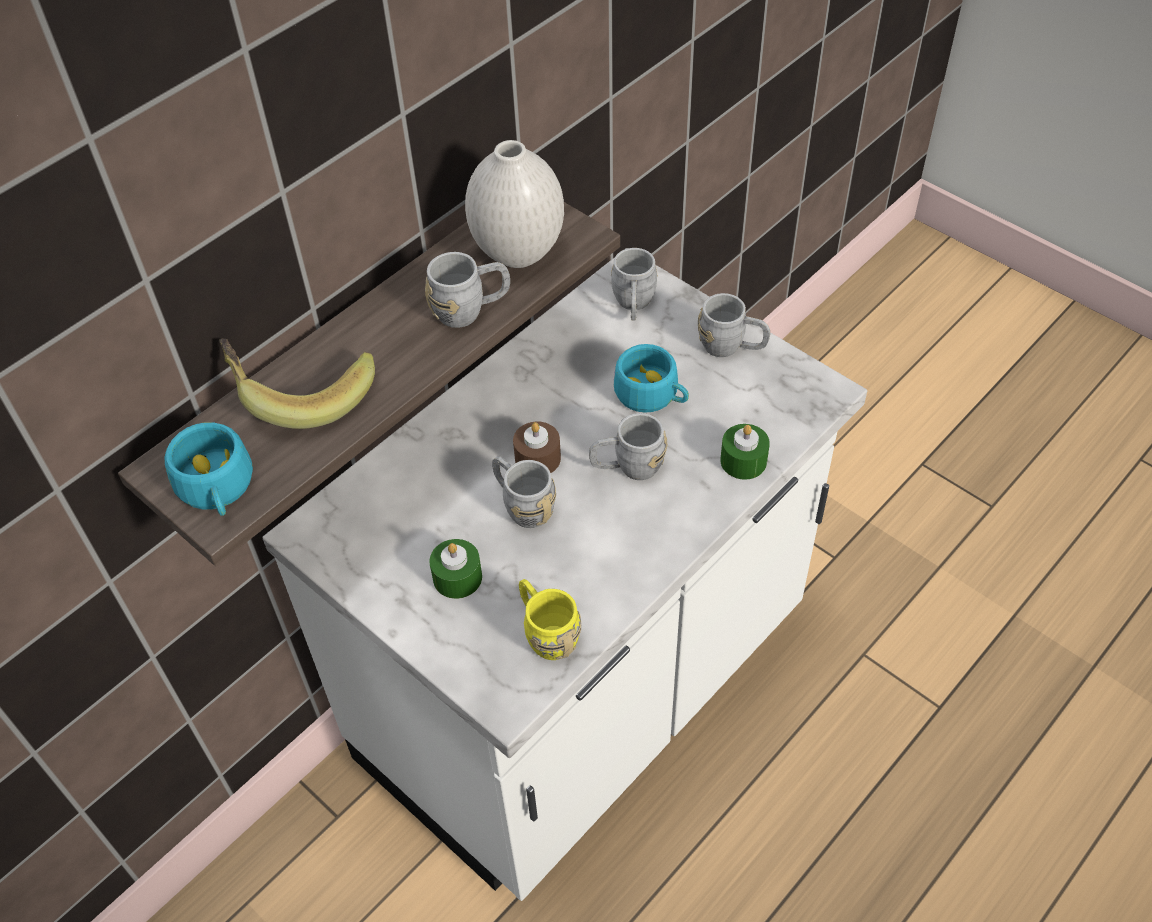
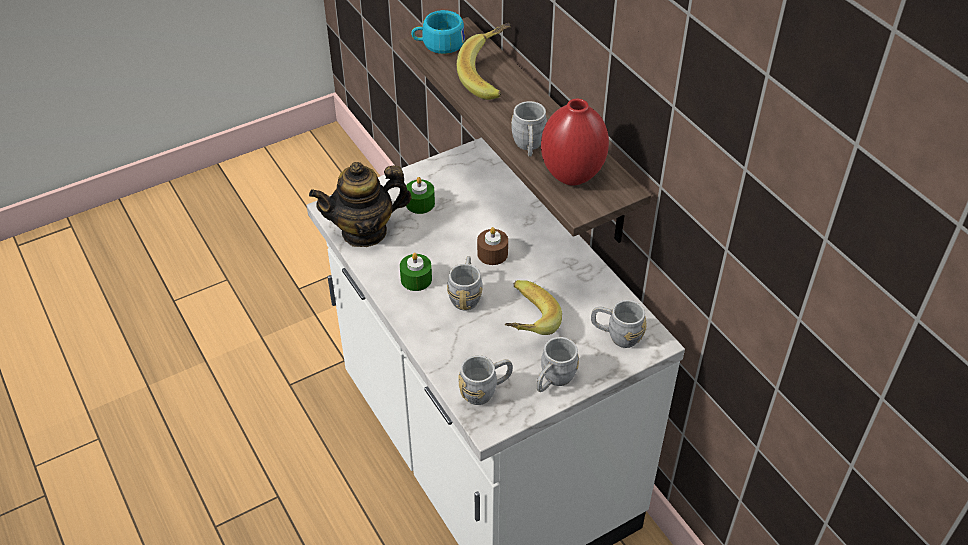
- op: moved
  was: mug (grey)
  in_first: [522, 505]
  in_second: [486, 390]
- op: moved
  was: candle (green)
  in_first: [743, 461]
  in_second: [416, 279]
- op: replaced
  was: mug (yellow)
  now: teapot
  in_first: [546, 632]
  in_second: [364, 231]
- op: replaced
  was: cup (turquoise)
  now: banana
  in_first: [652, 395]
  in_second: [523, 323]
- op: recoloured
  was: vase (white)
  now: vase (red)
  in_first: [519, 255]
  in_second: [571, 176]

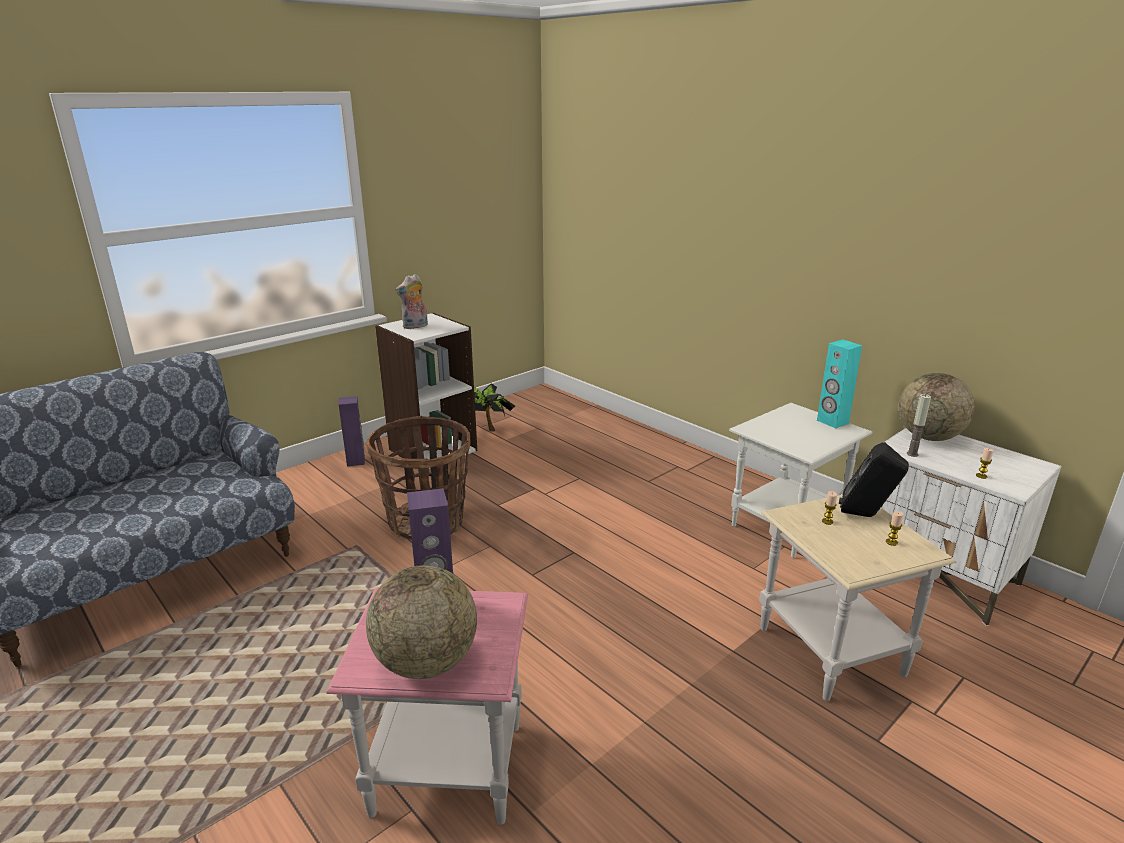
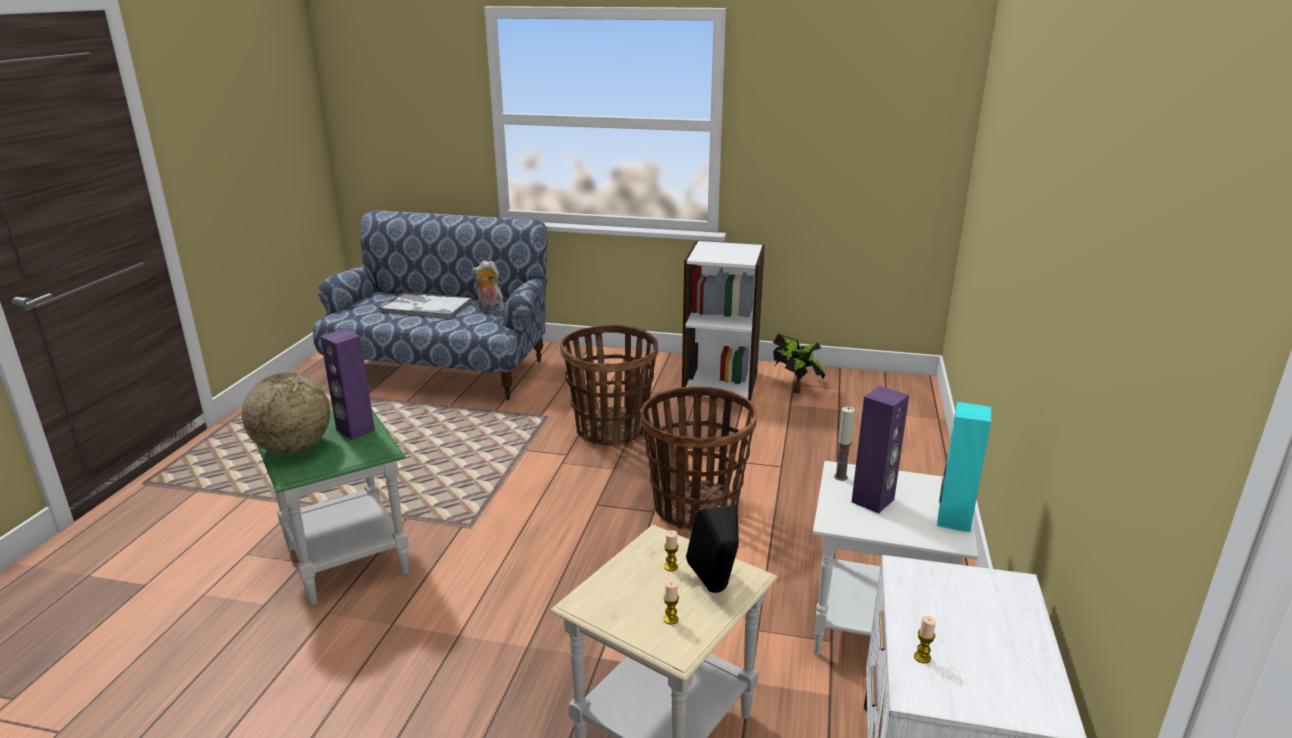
- op: removed
  was: globe
  in_first: [929, 437]
- op: added
  now: tray
  in_second: [425, 306]
- op: added
  now: basket
  in_second: [695, 508]
- op: moved
  was: speaker (purple)
  in_first: [356, 461]
  in_second: [873, 501]
- op: moved
  was: plush toy
  in_first: [415, 326]
  in_second: [489, 310]
- op: moved
  was: candle
  in_first: [912, 454]
  in_second: [840, 477]
- op: recoloured
  was: side table (pink)
  now: side table (green)
  in_first: [446, 769]
  in_second: [346, 559]

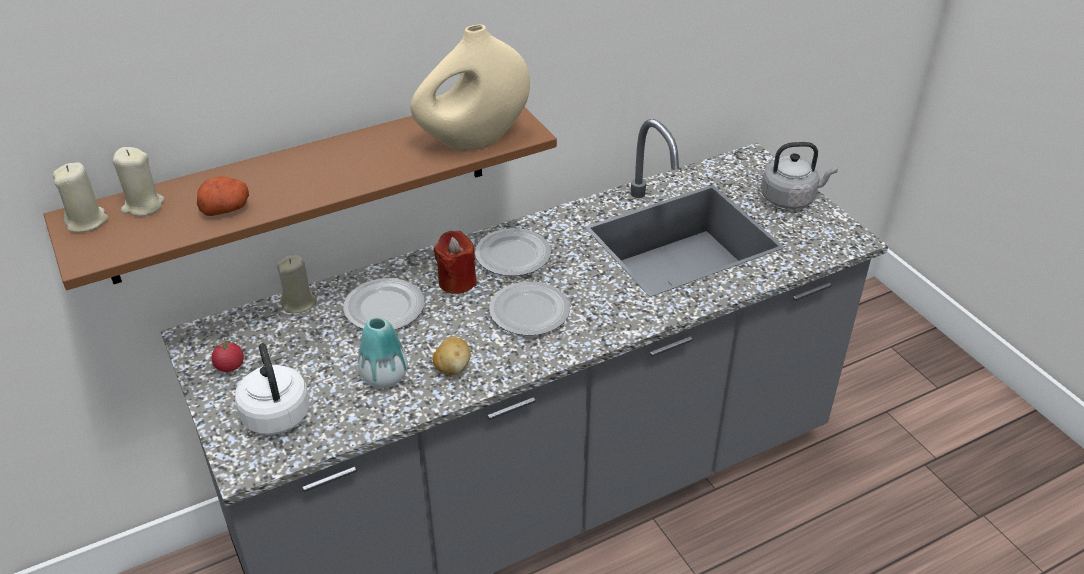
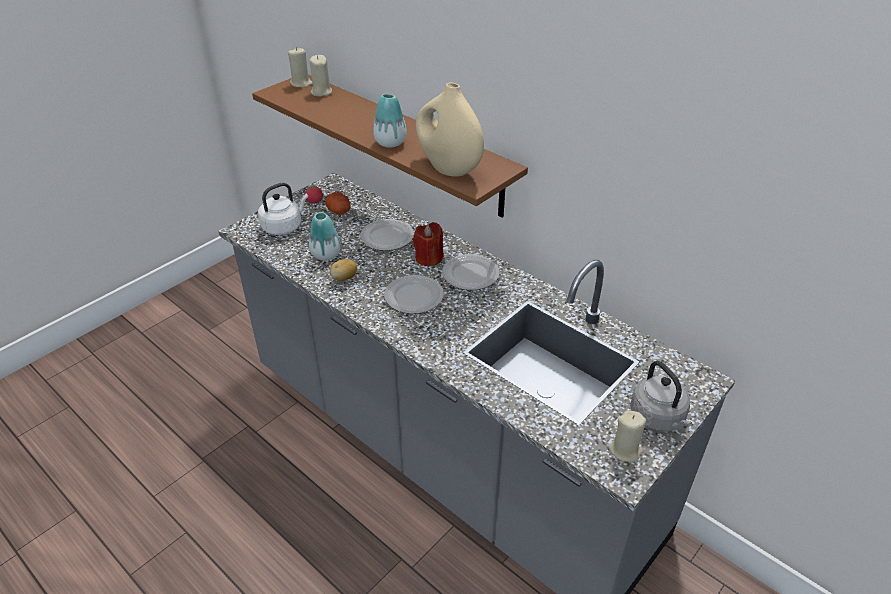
- op: added
  now: vase
  in_second: [390, 143]
- op: moved
  was: potato
  in_first: [226, 208]
  in_second: [339, 211]
- op: moved
  was: candle (beige)
  in_first: [299, 303]
  in_second: [625, 450]

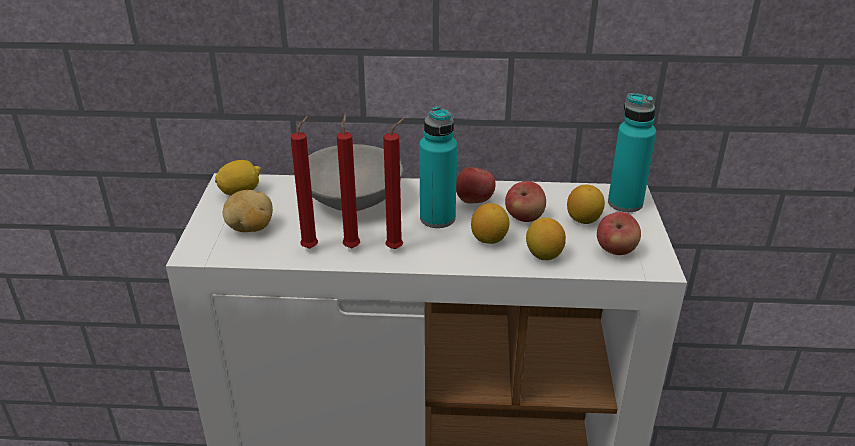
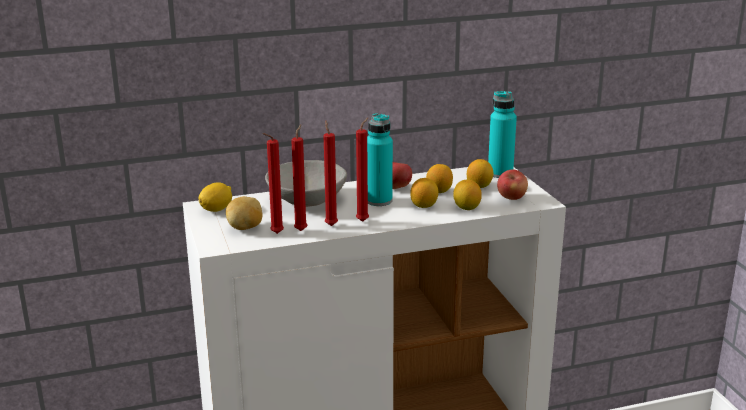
- op: added
  now: candle (red)
  in_second: [275, 234]
- op: replaced
  was: apple
  now: lemon
  in_first: [524, 218]
  in_second: [439, 191]

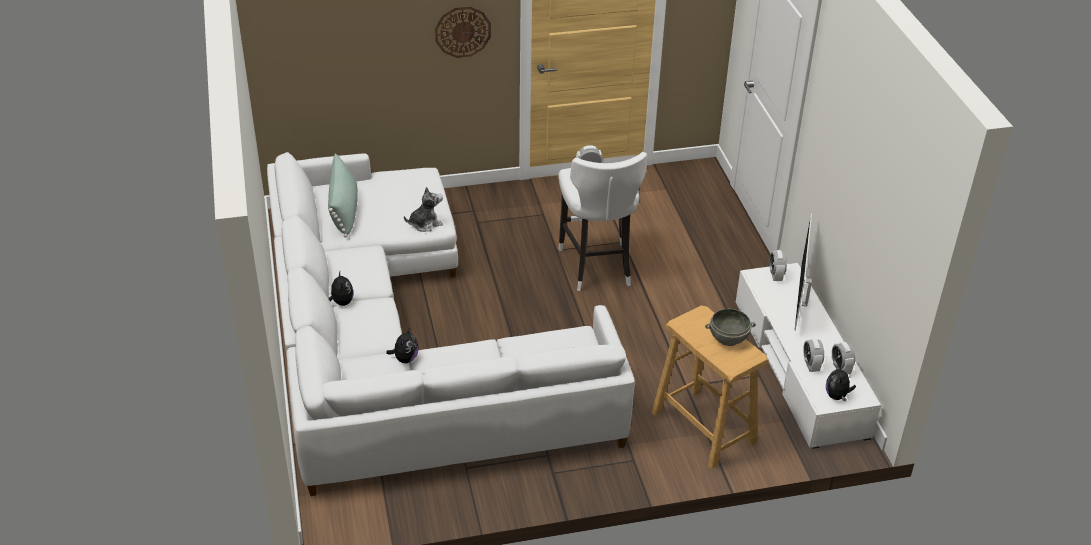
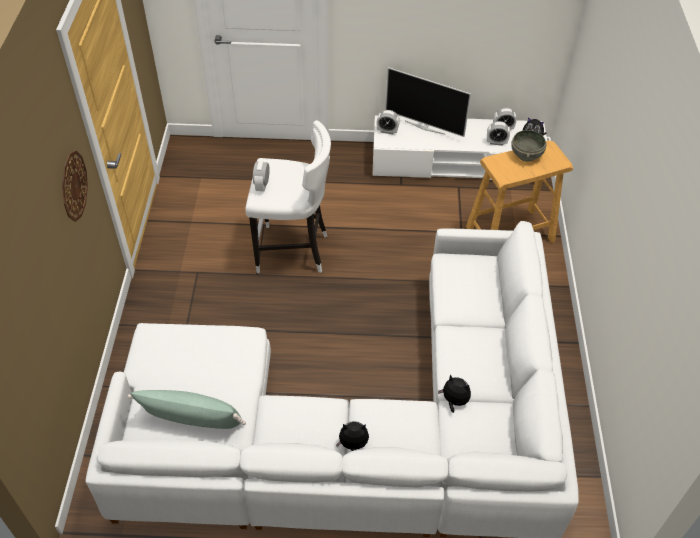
- op: removed
  was: plush toy
  in_first: [425, 224]

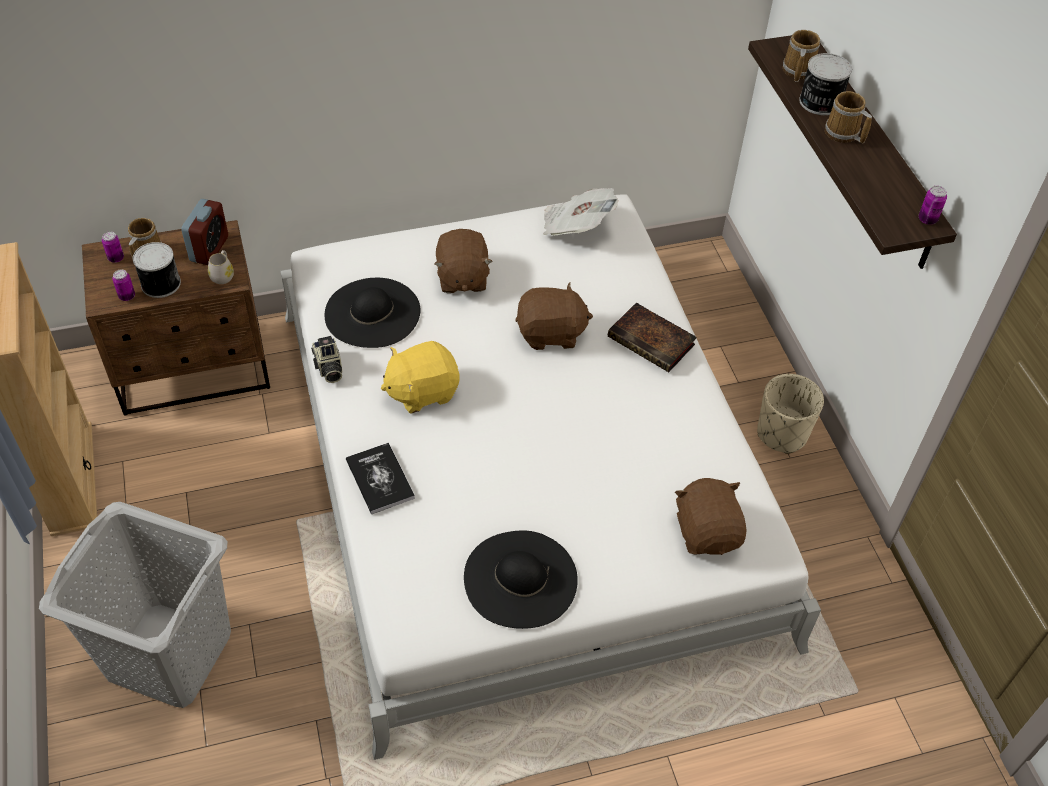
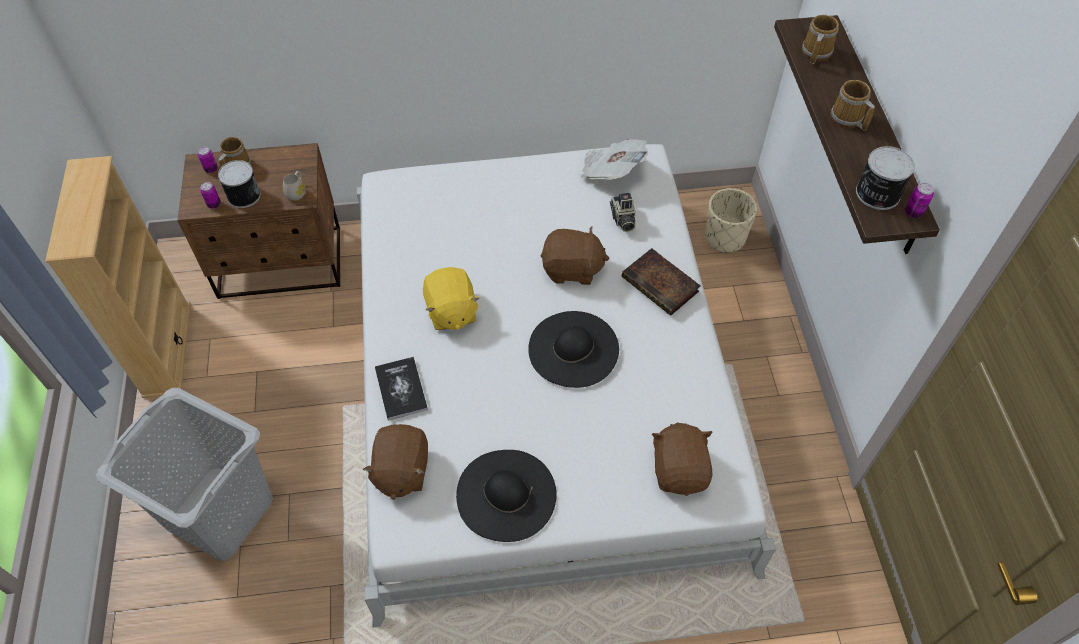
- op: removed
  was: alarm clock
  in_first: [209, 249]
- op: moved
  was: photo camera
  in_first: [328, 368]
  in_second: [622, 219]
- op: moved
  was: hat (black)
  in_first: [372, 313]
  in_second: [573, 349]
- op: moved
  was: plush toy (brown)
  in_first: [462, 278]
  in_second: [401, 471]
- op: moved
  was: planter (beige)
  in_first: [781, 434]
  in_second: [724, 237]
- op: moved
  was: can
  in_first: [819, 102]
  in_second: [877, 194]
- op: turned
  was: plush toy (yellow)
  in_first: [422, 391]
  in_second: [451, 311]
  clockwise: -90

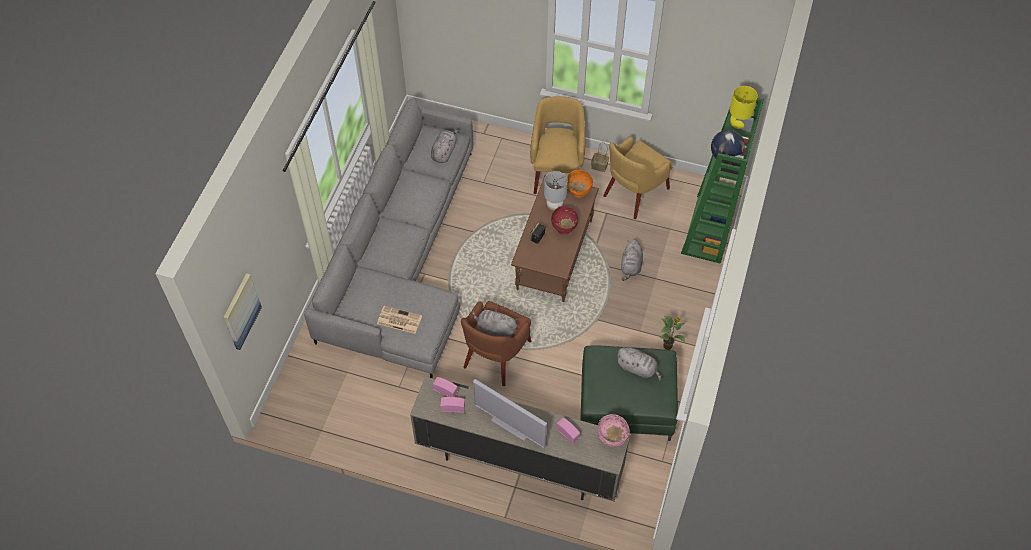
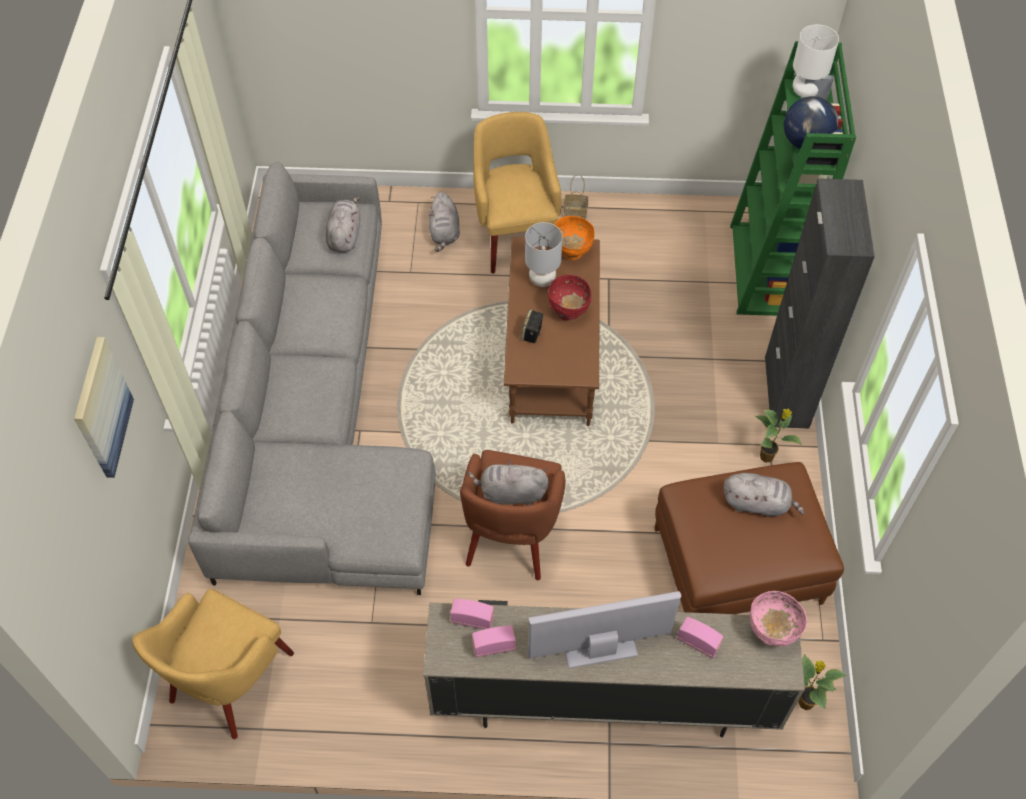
- op: removed
  was: newspaper
  in_first: [398, 320]
- op: added
  now: cabinet (black)
  in_second: [786, 392]
- op: added
  now: potted plant
  in_second: [804, 702]
- op: moved
  was: picture
  in_first: [241, 311]
  in_second: [101, 408]
- op: moved
  was: armchair (yellow)
  in_first: [634, 193]
  in_second: [229, 680]
- op: moved
  was: plush toy (grey)
  in_first: [631, 266]
  in_second: [444, 233]
- op: recoloured
  was: ottoman (green)
  now: ottoman (brown)
  in_first: [625, 406]
  in_second: [736, 565]
- op: recoloured
  was: table lamp (yellow)
  now: table lamp (white)
  in_first: [738, 124]
  in_second: [805, 92]
- op: turned
  was: television
  in_first: [511, 425]
  in_second: [600, 650]
  clockwise: 150

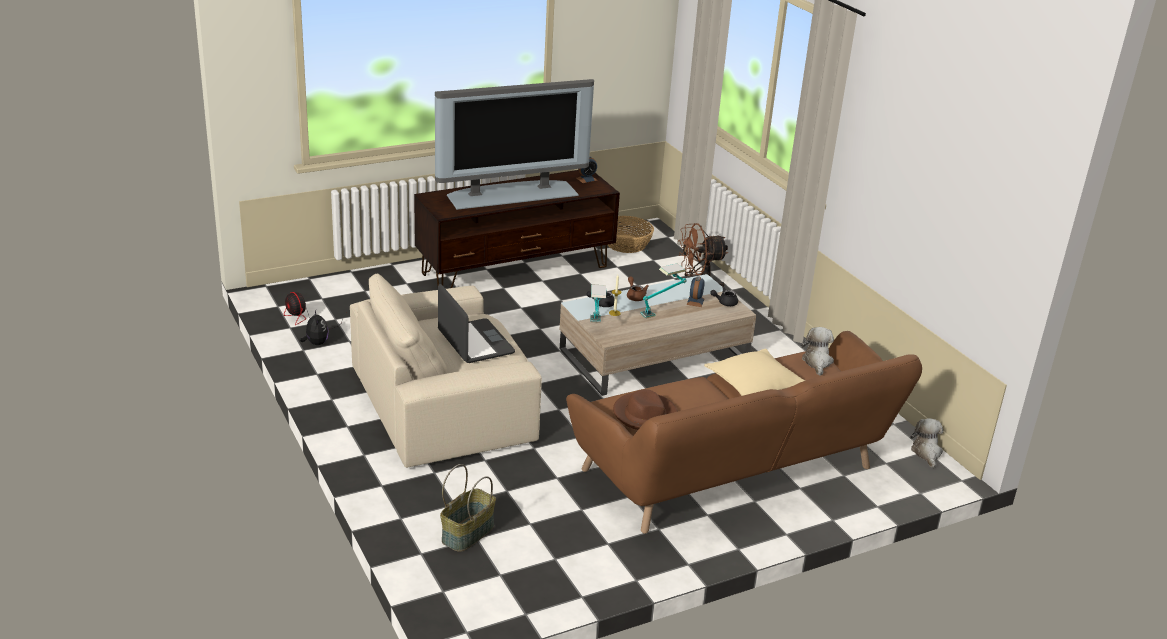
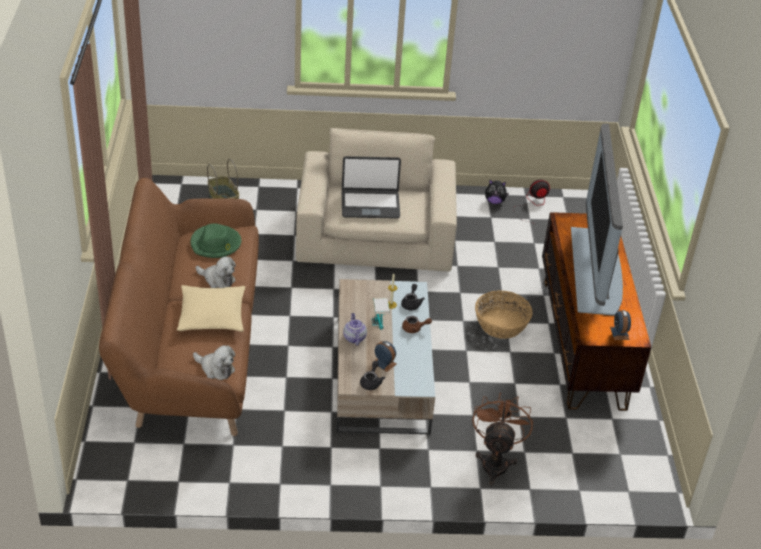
- op: removed
  was: table lamp
  in_first: [595, 328]
- op: added
  now: teapot
  in_second: [354, 338]
- op: moved
  was: basket
  in_first: [626, 244]
  in_second: [501, 324]
- op: moved
  was: plush toy
  in_first: [926, 453]
  in_second: [217, 279]
- op: recoloured
  was: hat (brown)
  now: hat (green)
  in_first: [645, 414]
  in_second: [216, 244]

